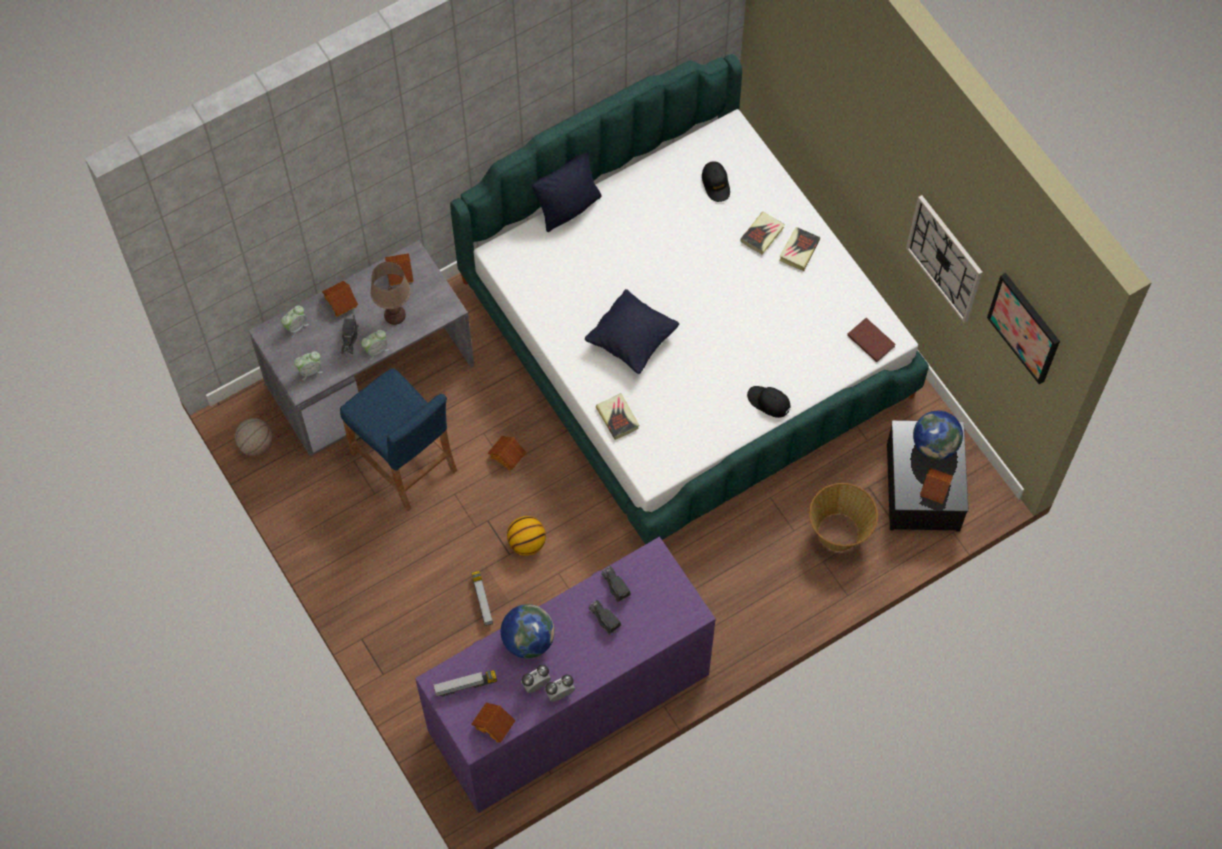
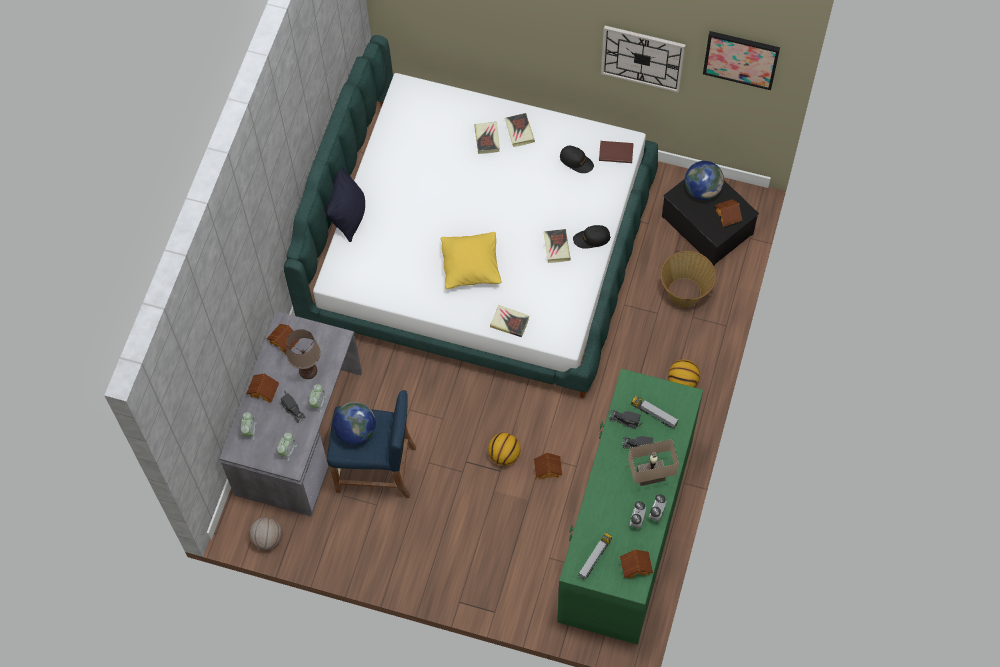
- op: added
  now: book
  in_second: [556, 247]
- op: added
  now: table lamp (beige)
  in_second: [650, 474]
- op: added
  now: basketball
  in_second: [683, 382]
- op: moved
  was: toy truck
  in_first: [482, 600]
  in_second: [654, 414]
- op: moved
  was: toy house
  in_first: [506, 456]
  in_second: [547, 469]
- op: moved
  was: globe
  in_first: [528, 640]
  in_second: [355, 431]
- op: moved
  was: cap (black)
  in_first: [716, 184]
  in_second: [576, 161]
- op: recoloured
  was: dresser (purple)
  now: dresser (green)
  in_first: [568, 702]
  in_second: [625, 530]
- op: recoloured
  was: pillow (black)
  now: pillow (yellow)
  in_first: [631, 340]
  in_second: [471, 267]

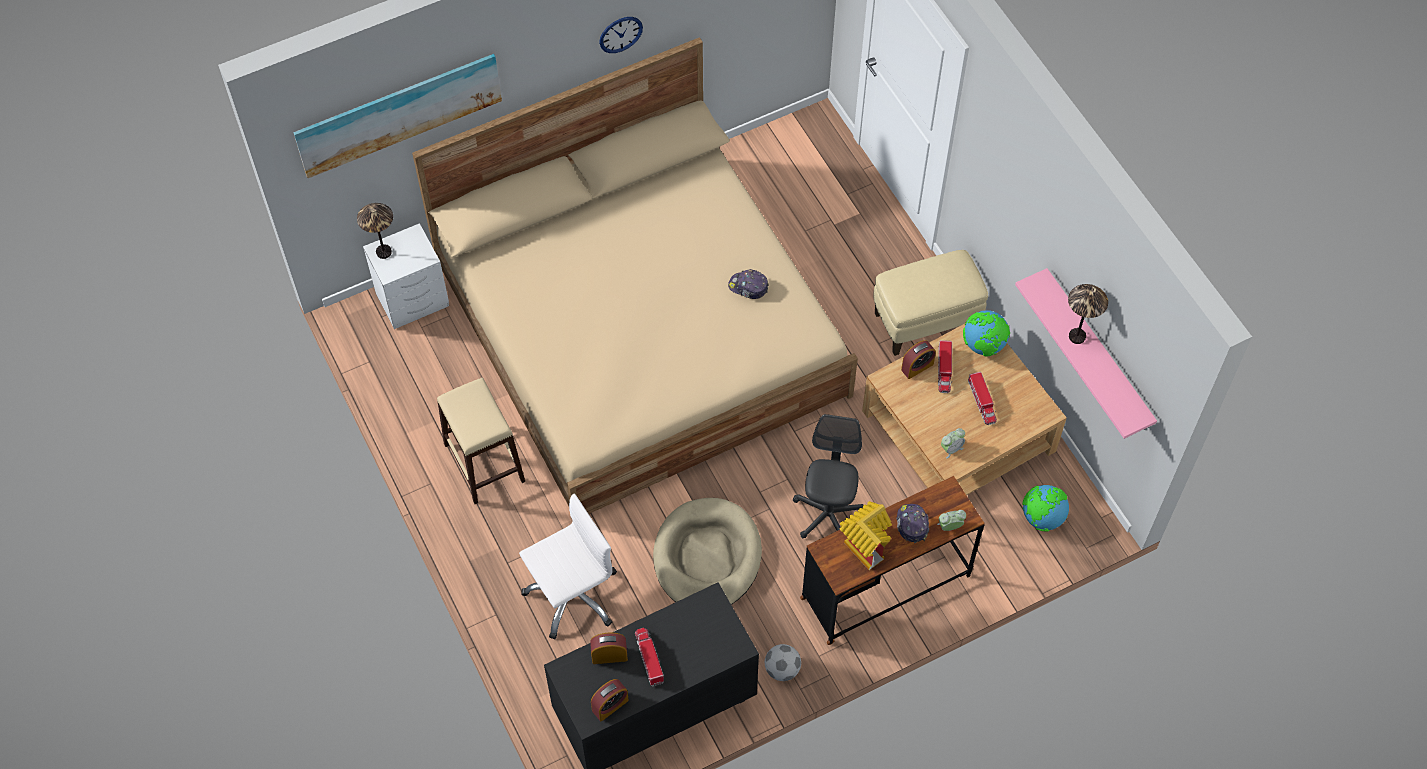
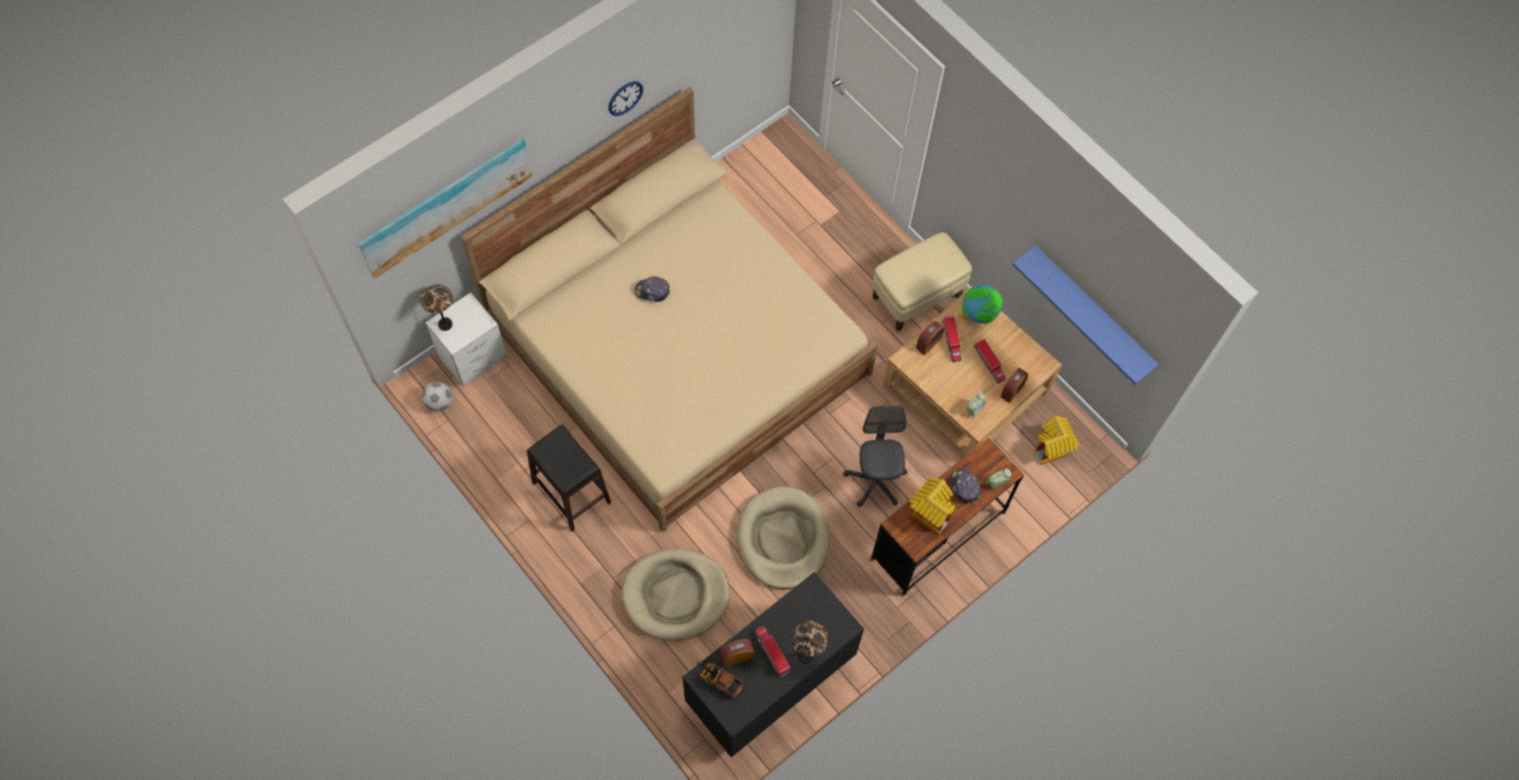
- op: added
  now: toy truck
  in_second: [718, 679]
- op: moved
  was: alarm clock
  in_first: [610, 705]
  in_second: [1012, 390]
- op: moved
  was: cap
  in_first: [748, 287]
  in_second: [652, 292]
- op: moved
  was: football
  in_first: [782, 669]
  in_second: [439, 402]
- op: moved
  was: table lamp
  in_first: [1077, 336]
  in_second: [807, 655]
- op: replaced
  was: office chair (white)
  now: dog bed (beige)
  in_first: [572, 595]
  in_second: [676, 596]
- op: replaced
  was: globe
  now: toy house
  in_first: [1041, 518]
  in_second: [1051, 450]
- op: recoloured
  was: stool (beige)
  now: stool (black)
  in_first: [484, 463]
  in_second: [571, 493]
- op: recoloured
  was: shelf (pink)
  now: shelf (blue)
  in_first: [1097, 353]
  in_second: [1092, 311]

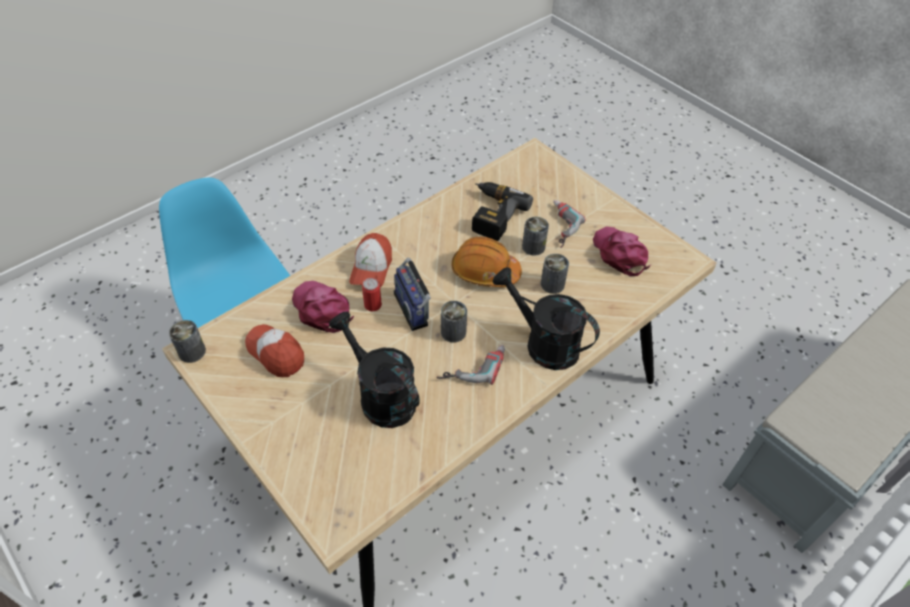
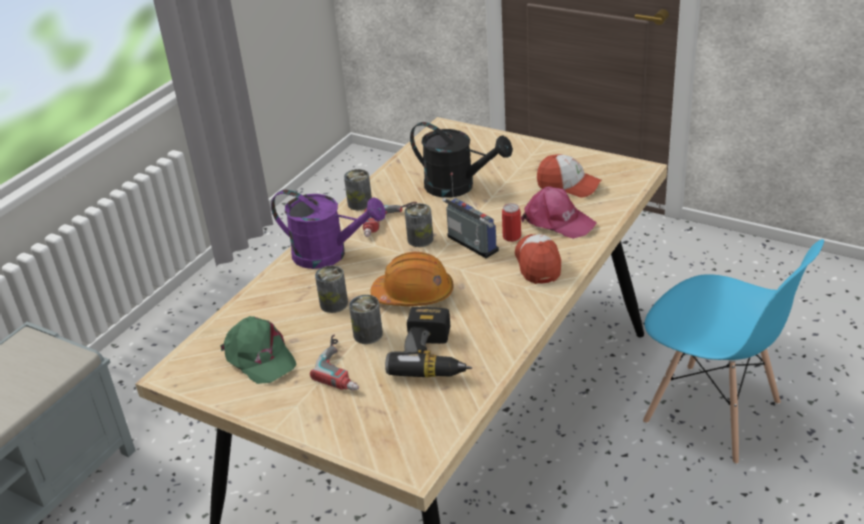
- op: moved
  was: can
  in_first: [192, 352]
  in_second: [360, 203]
- op: recoloured
  was: watering can (black)
  now: watering can (purple)
  in_first: [543, 343]
  in_second: [329, 255]
- op: recoloured
  was: cap (pink)
  now: cap (green)
  in_first: [620, 253]
  in_second: [259, 357]

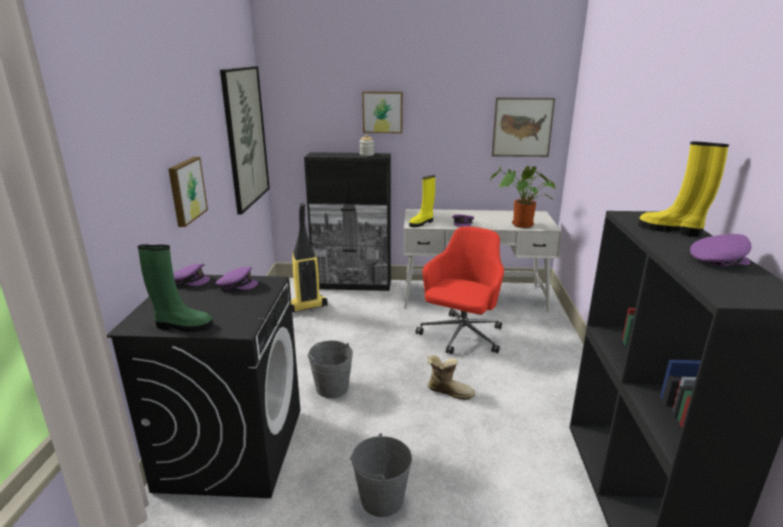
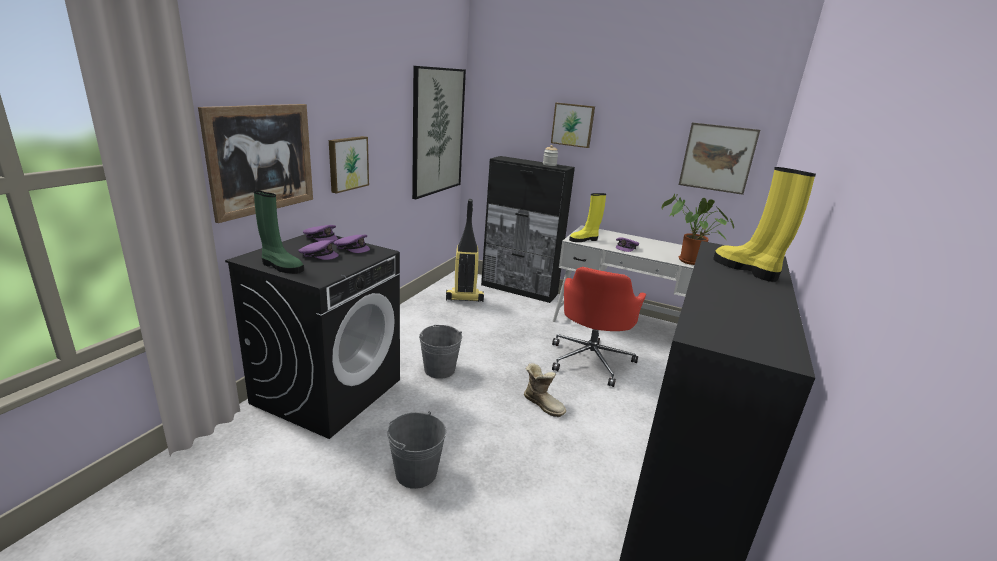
- op: added
  now: picture
  in_second: [262, 159]
- op: moved
  was: cap (purple)
  in_first: [717, 260]
  in_second: [319, 255]
- op: turned
  was: office chair (red)
  in_first: [461, 336]
  in_second: [591, 360]
  clockwise: 150

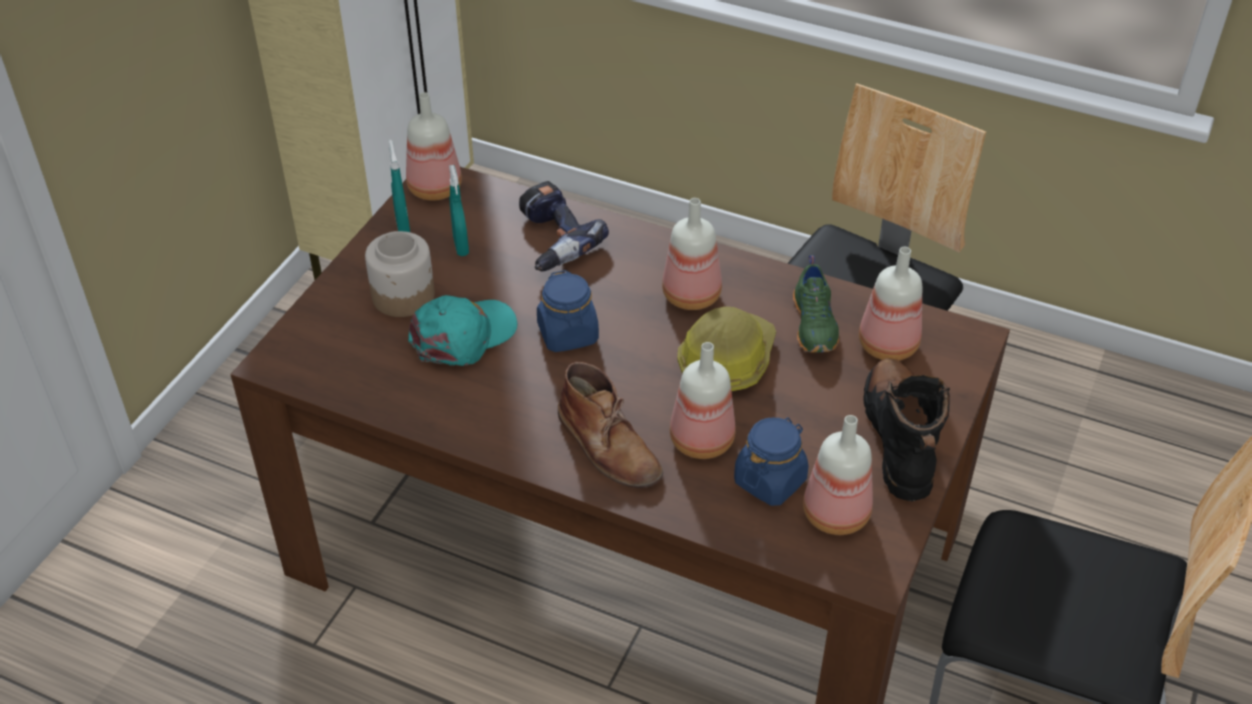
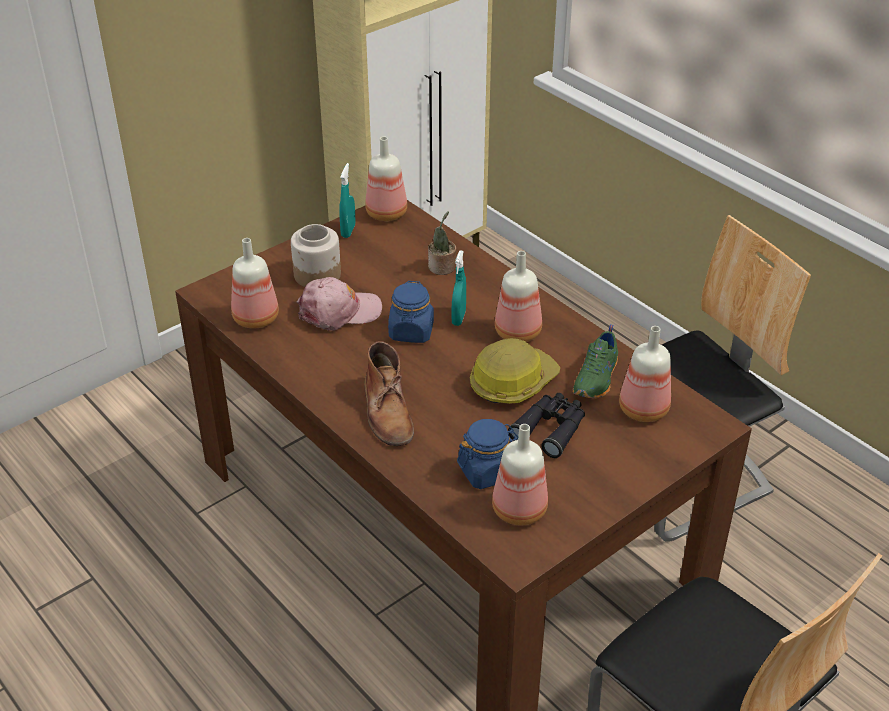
- op: removed
  was: boot (black)
  in_first: [899, 439]
- op: added
  now: binoculars (black)
  in_second: [551, 429]
- op: moved
  was: spray bottle (turquoise)
  in_first: [461, 246]
  in_second: [458, 318]
- op: moved
  was: bottle
  in_first: [699, 440]
  in_second: [254, 318]
- op: replaced
  was: power drill
  now: potted plant
  in_first: [550, 240]
  in_second: [442, 268]
- op: recoloured
  was: cap (turquoise)
  now: cap (pink)
  in_first: [463, 336]
  in_second: [339, 311]

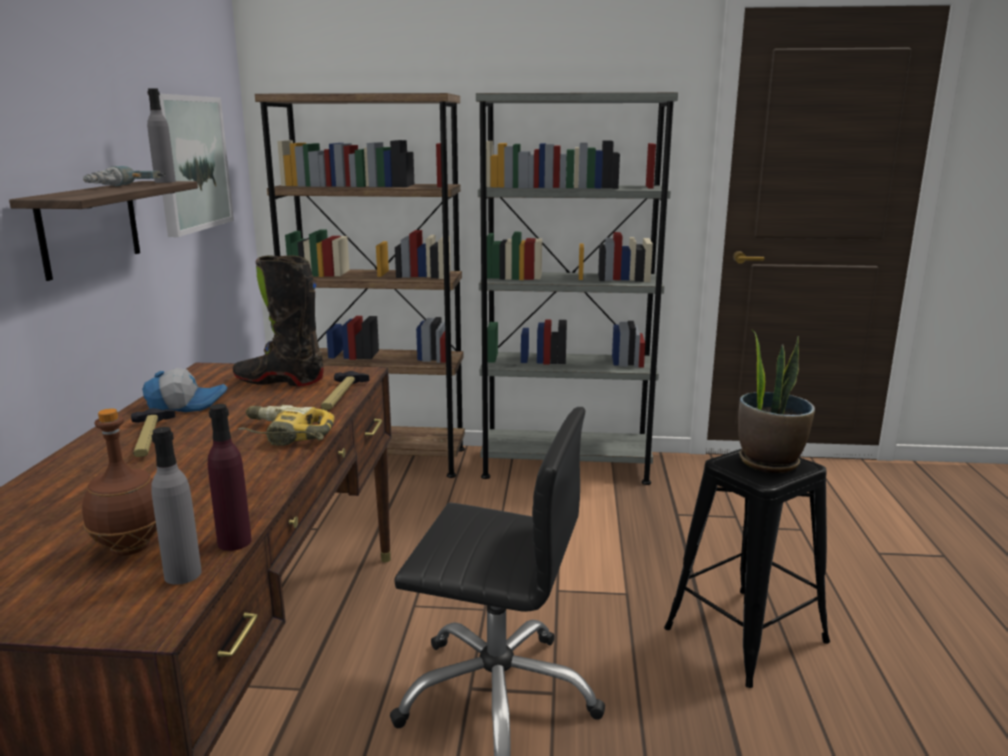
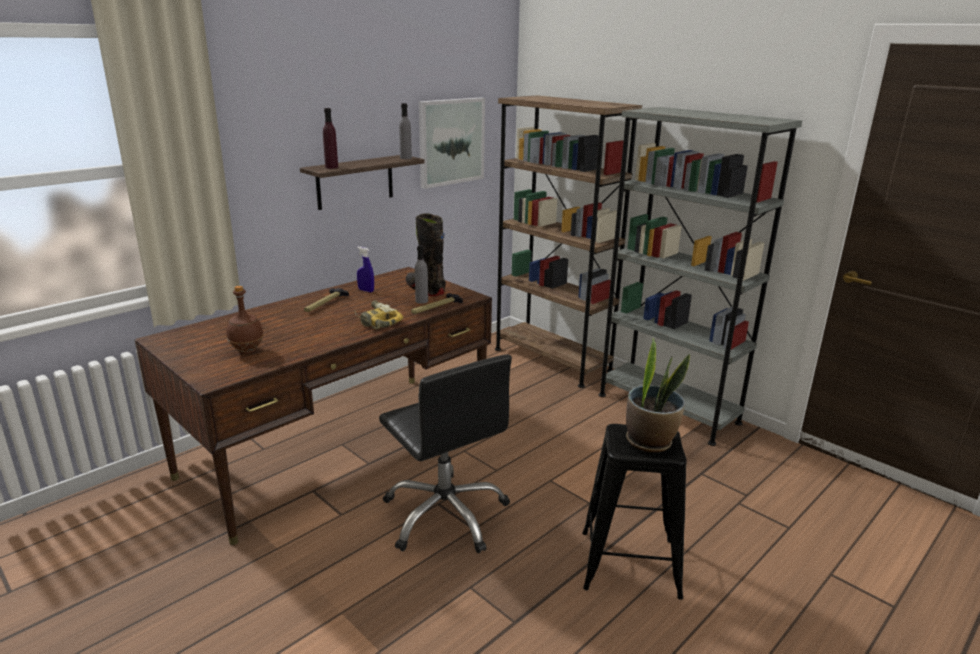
- op: removed
  was: power drill
  in_first: [126, 186]
- op: moved
  was: bottle (grey)
  in_first: [183, 574]
  in_second: [421, 301]
- op: moved
  was: bottle (purple)
  in_first: [234, 542]
  in_second: [331, 167]
- op: replaced
  was: cap
  now: spray bottle (blue)
  in_first: [187, 405]
  in_second: [366, 290]

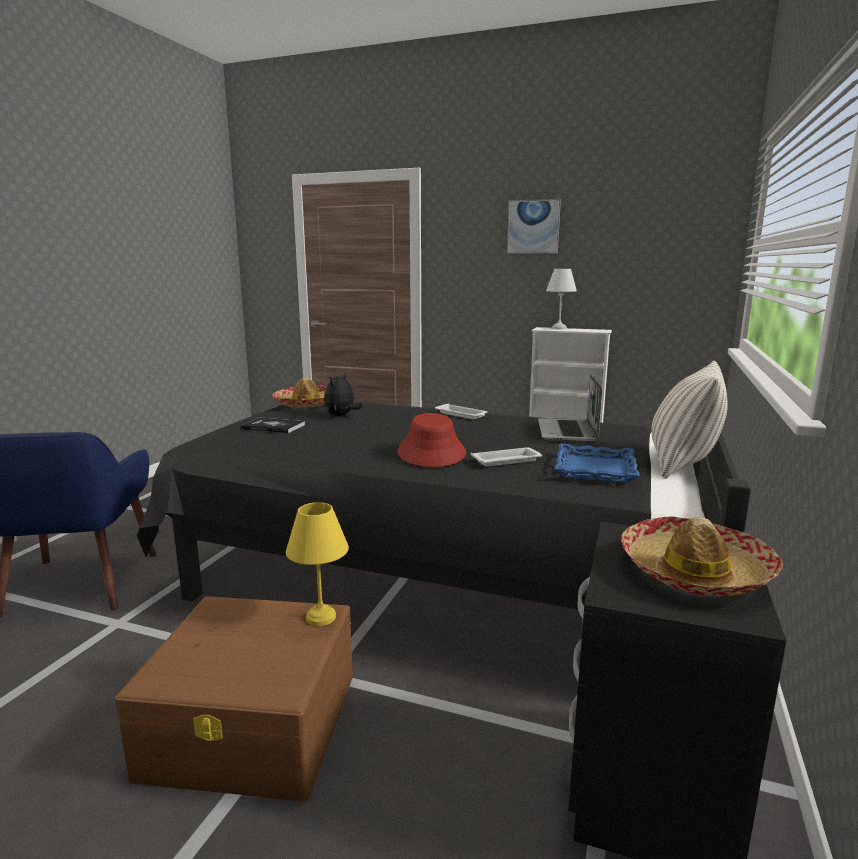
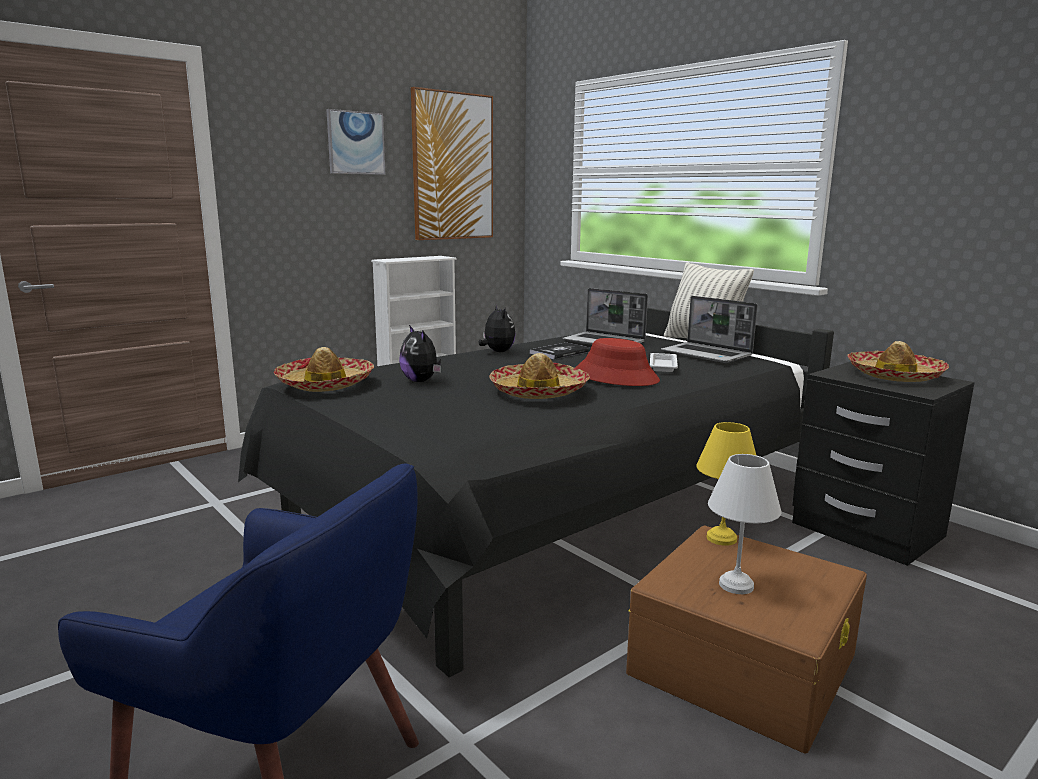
- op: added
  now: picture
  in_second: [452, 167]
- op: added
  now: hat
  in_second: [538, 391]
- op: moved
  was: book
  in_first: [273, 427]
  in_second: [560, 352]
- op: moved
  was: table lamp (white)
  in_first: [558, 328]
  in_second: [735, 585]
- op: replaced
  was: tray (white)
  now: plush toy
  in_first: [461, 414]
  in_second: [497, 352]
- op: replaced
  was: tray (blue)
  now: laptop
  in_first: [596, 469]
  in_second: [707, 354]

